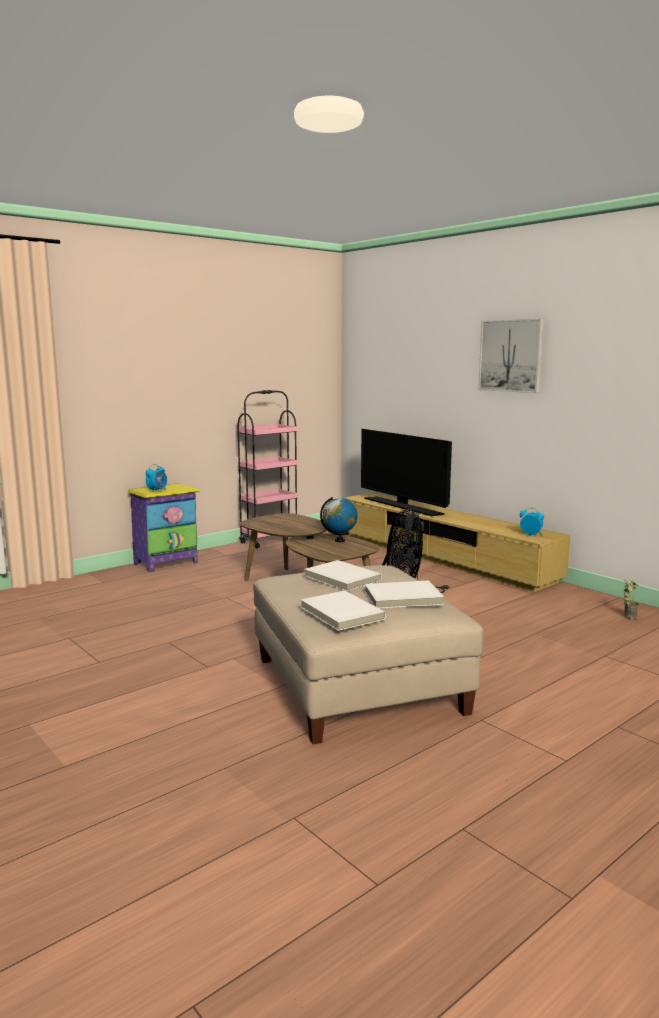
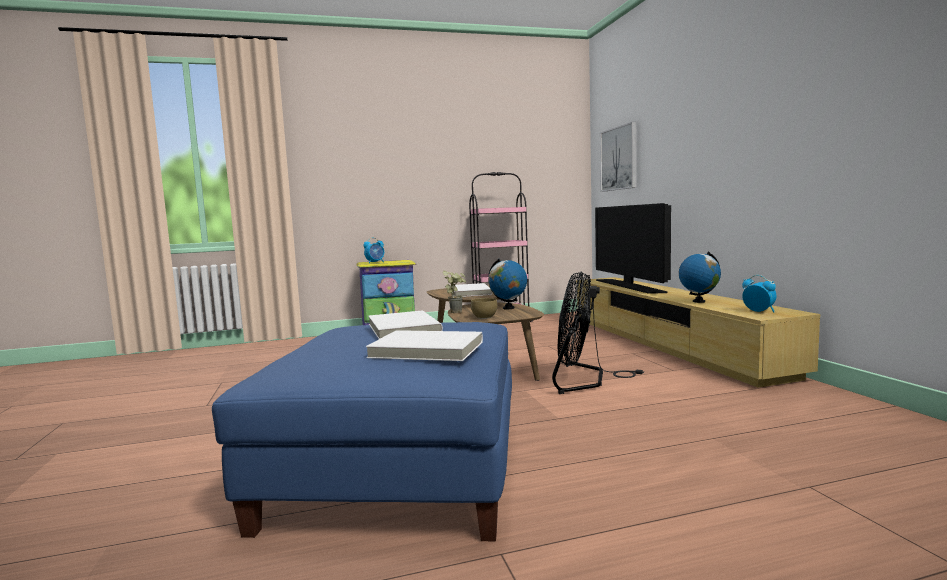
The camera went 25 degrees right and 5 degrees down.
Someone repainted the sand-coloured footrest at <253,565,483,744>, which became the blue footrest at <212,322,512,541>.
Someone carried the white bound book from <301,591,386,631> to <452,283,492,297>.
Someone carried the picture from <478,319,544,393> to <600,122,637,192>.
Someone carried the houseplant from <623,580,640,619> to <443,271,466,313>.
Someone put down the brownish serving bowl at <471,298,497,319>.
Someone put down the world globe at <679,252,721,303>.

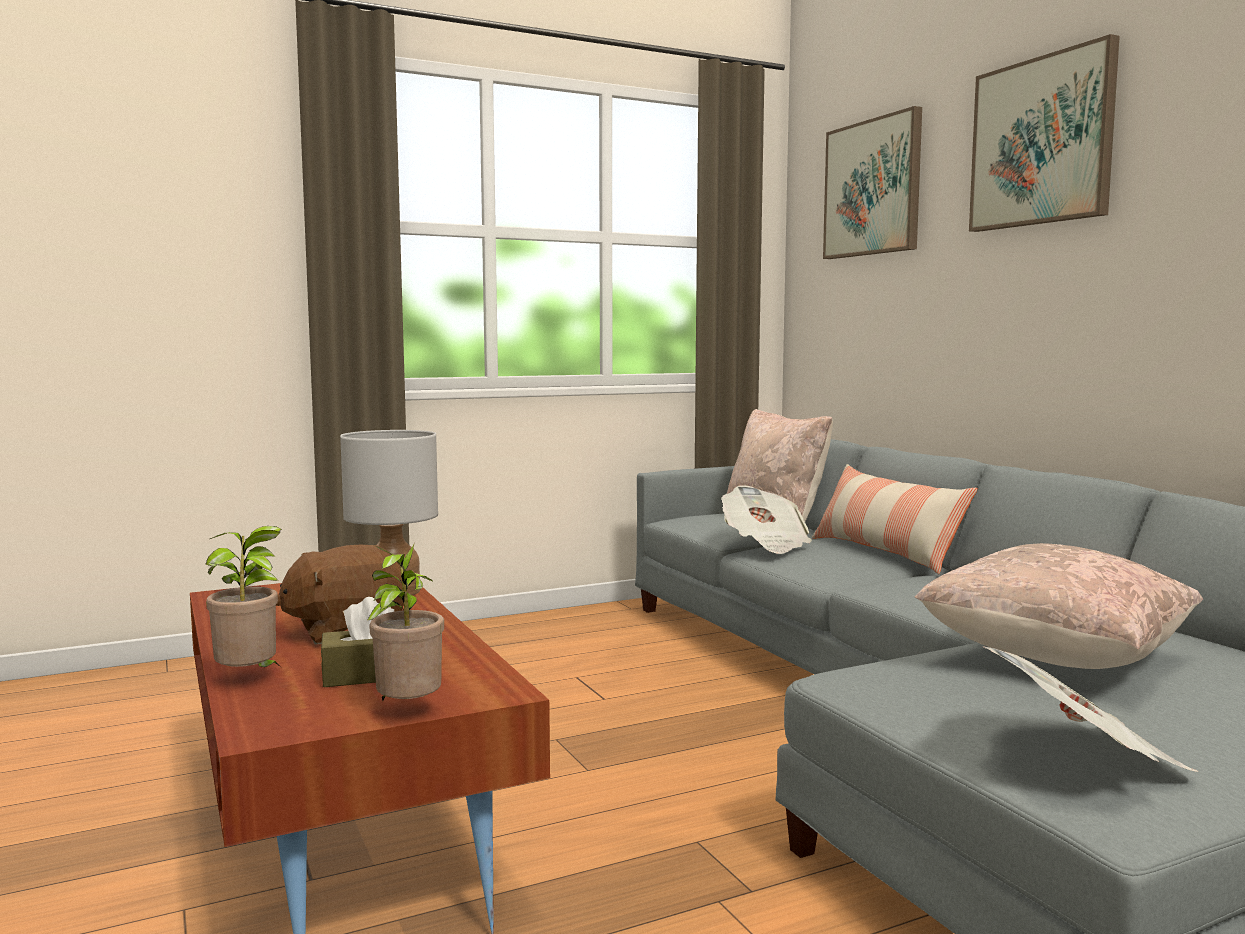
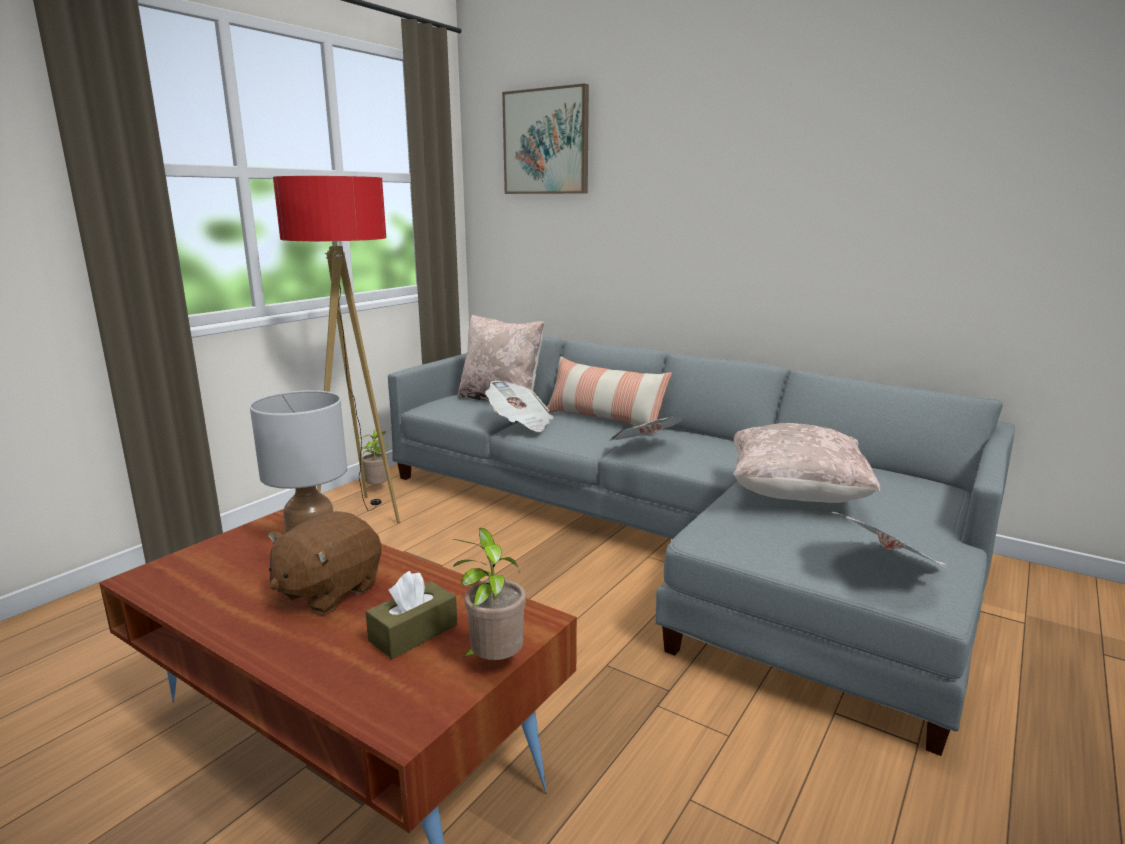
The camera went 30 degrees left and 10 degrees up.
Someone carried the houseplant from <205,526,282,668> to <360,430,388,484>.
Someone took away the picture at <969,34,1120,232>.
Someone put down the floor lamp at <273,176,400,523>.
Someone put down the newspaper at <610,416,685,440>.

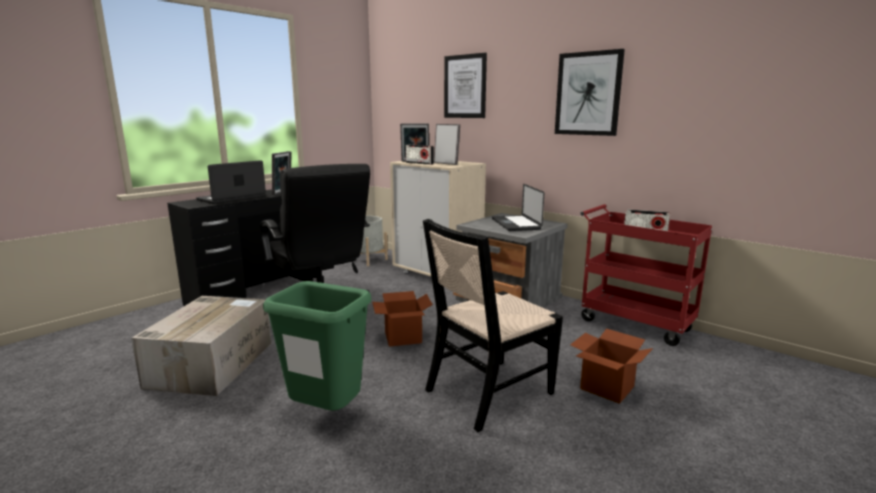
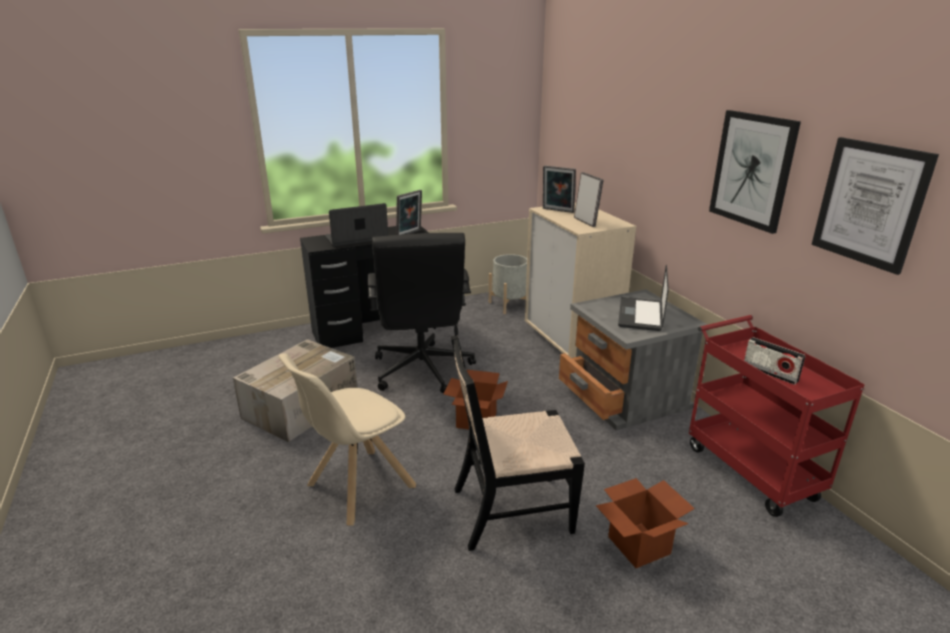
The camera went 25 degrees right and 10 degrees up.
Someone swapped the greenish trash can at <263,281,371,411> for the sand-coloured upright chair at <279,353,416,525>.
Someone took away the radio receiver at <406,145,434,165>.
Someone carried the picture from <444,53,487,118> to <812,137,939,275>.

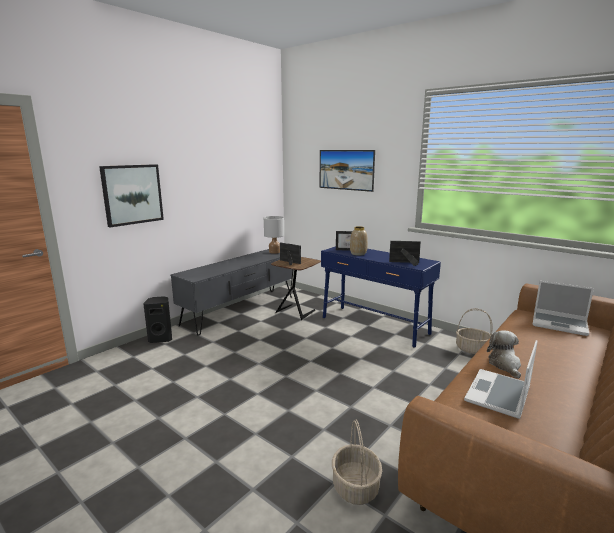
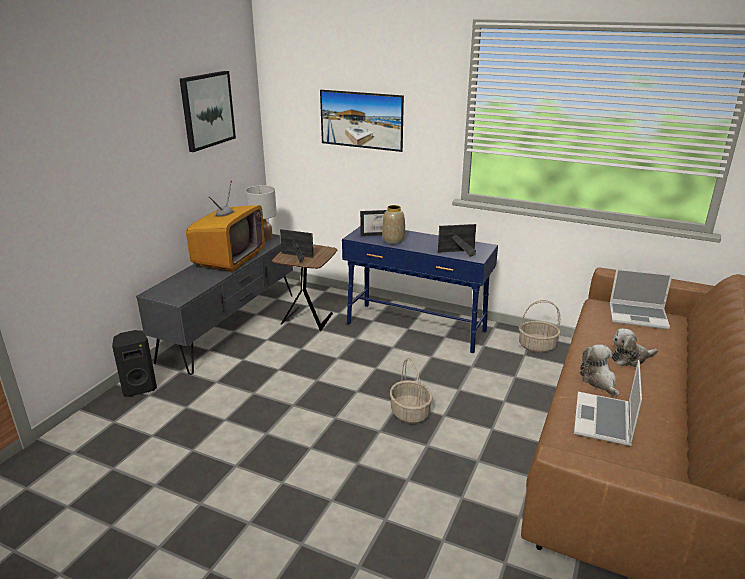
The camera went 15 degrees left and 10 degrees up.
Someone carried the picture from <99,164,164,227> to <180,71,236,152>.
Someone carried the storage basket from <332,420,382,505> to <390,358,432,424>.
Someone put down the TV set at <186,181,265,272>.
Someone put down the soft toy at <612,328,658,367>.

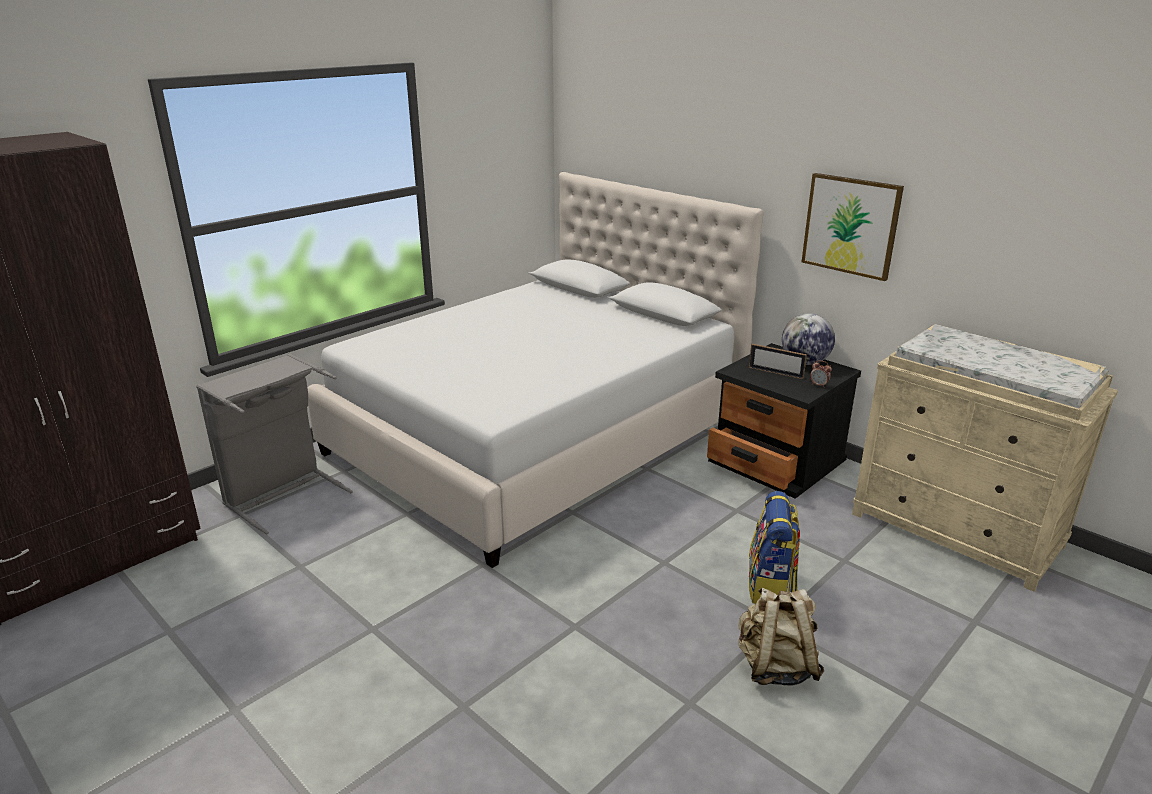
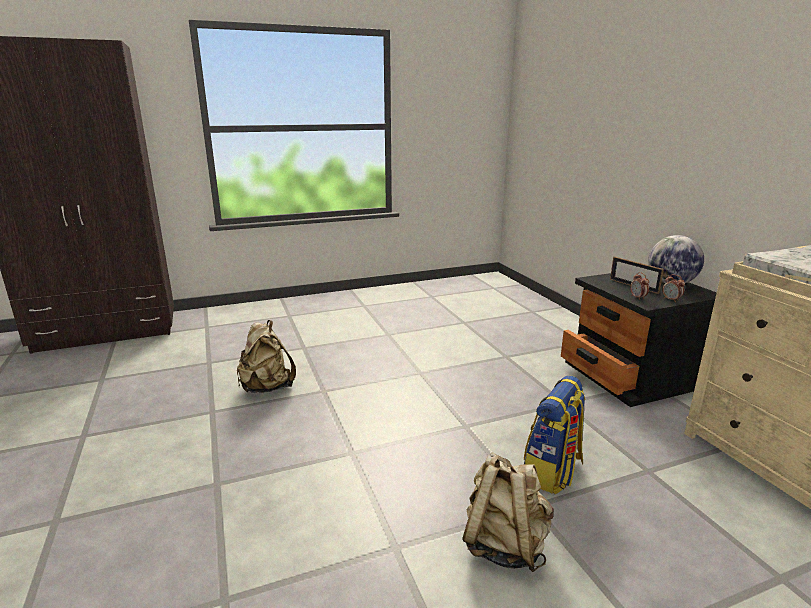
The camera went 25 degrees right and 5 degrees down.
Someone took away the grey hamper at <196,354,353,535>.
Someone took away the white bed at <307,172,763,568>.
Someone took away the picture at <802,173,904,281>.
Someone put down the sand-coloured rucksack at <237,320,296,393>.
Someone put down the table clock at <630,272,649,300>.

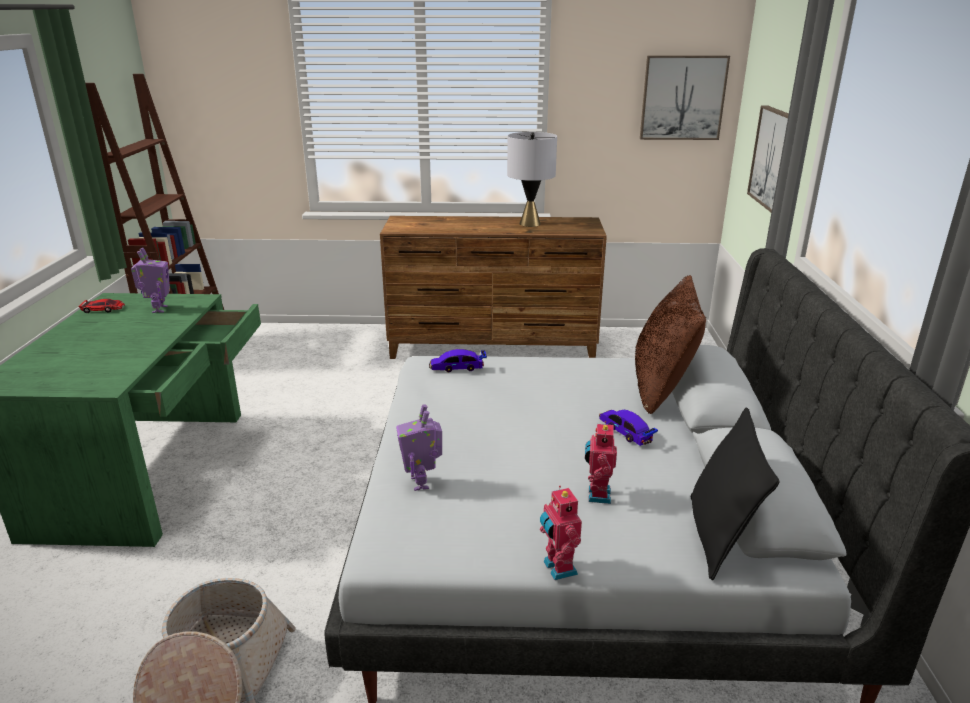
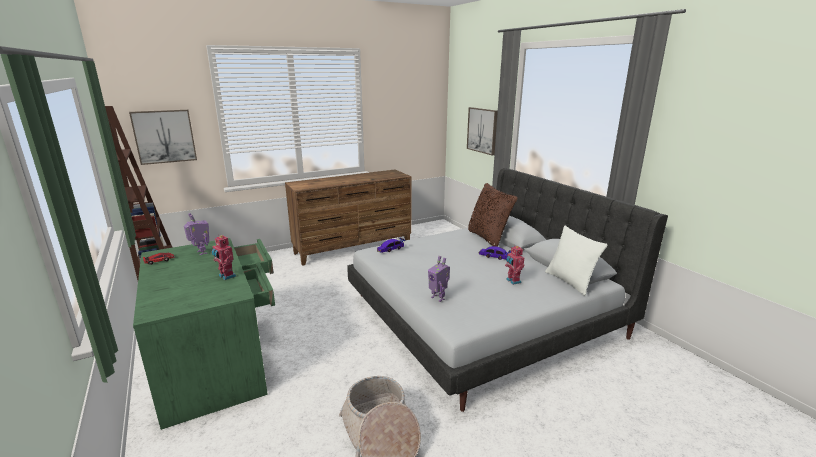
The camera went 30 degrees left and 5 degrees down.
Someone took away the grey tabletop lamp at <507,132,557,227>.
Someone carried the model robot from <540,486,582,580> to <212,235,236,280>.
Someone carried the picture from <640,55,730,140> to <129,110,197,165>.
Someone repainted the black throw pillow at <691,407,780,580>, which became the white throw pillow at <545,226,607,296>.

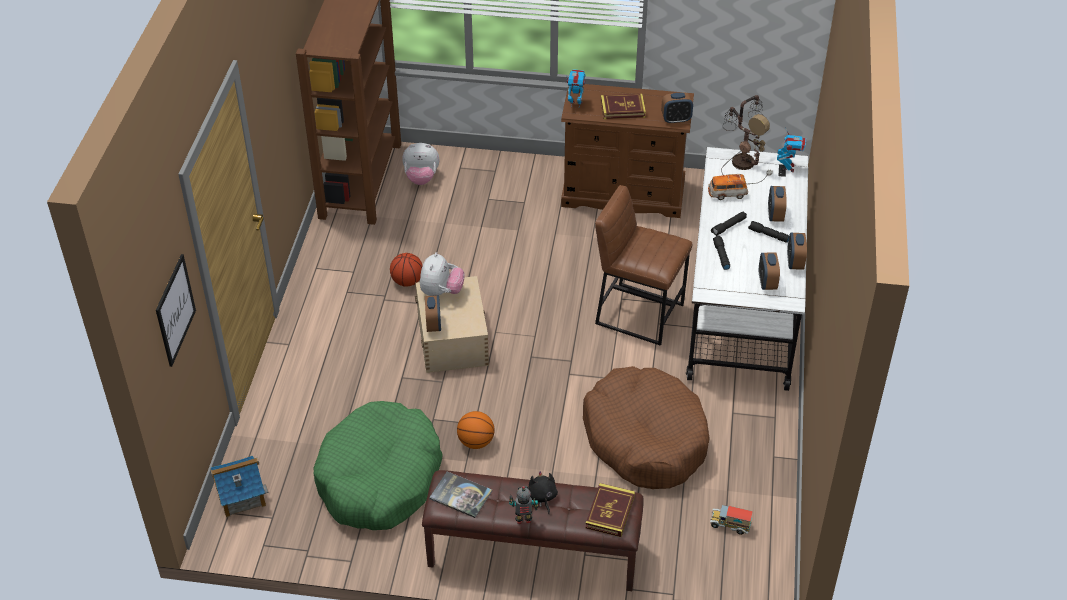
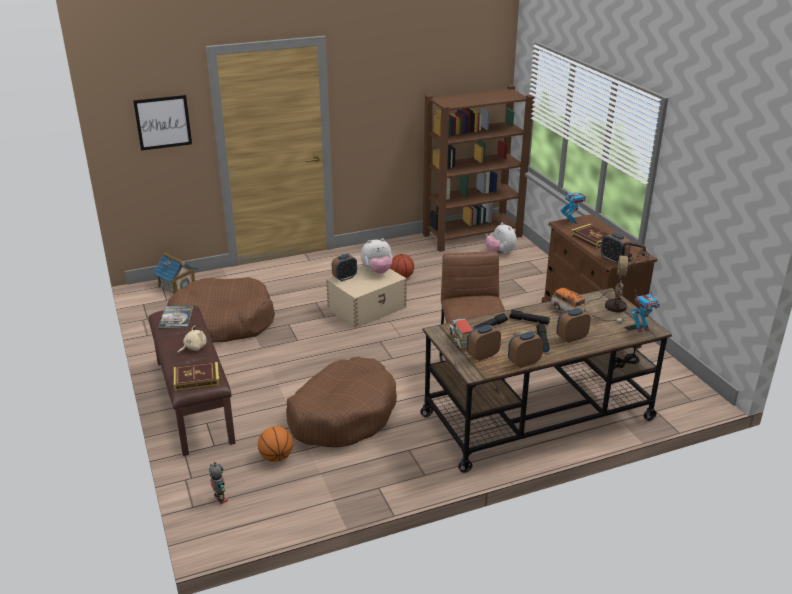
The camera went 60 degrees right and 15 degrees down.
Someone repainted the greenish dog bed at <313,401,443,530>, which became the brownish dog bed at <167,277,275,342>.
Someone carried the basketball from <457,411,495,449> to <258,426,293,462>.
Someone carried the model robot from <509,486,538,524> to <209,462,228,504>.
Someone repainted the black soft toy at <528,471,558,514>, which became the sand-coloured soft toy at <177,326,207,354>.
Someone repainted the white desk table at <686,147,808,391>, which became the brownish desk table at <420,288,672,473>.
Someone carried the model truck from <710,505,753,535> to <449,319,472,348>.

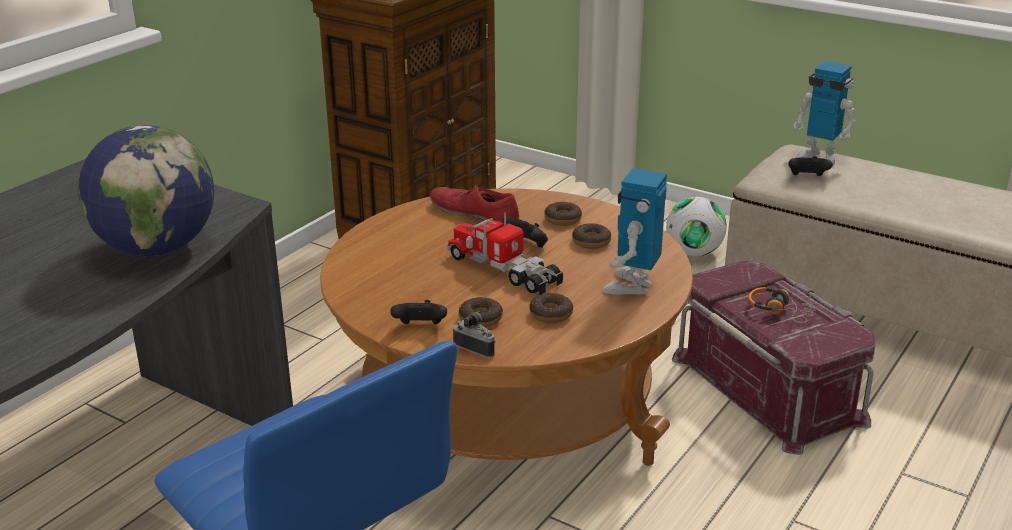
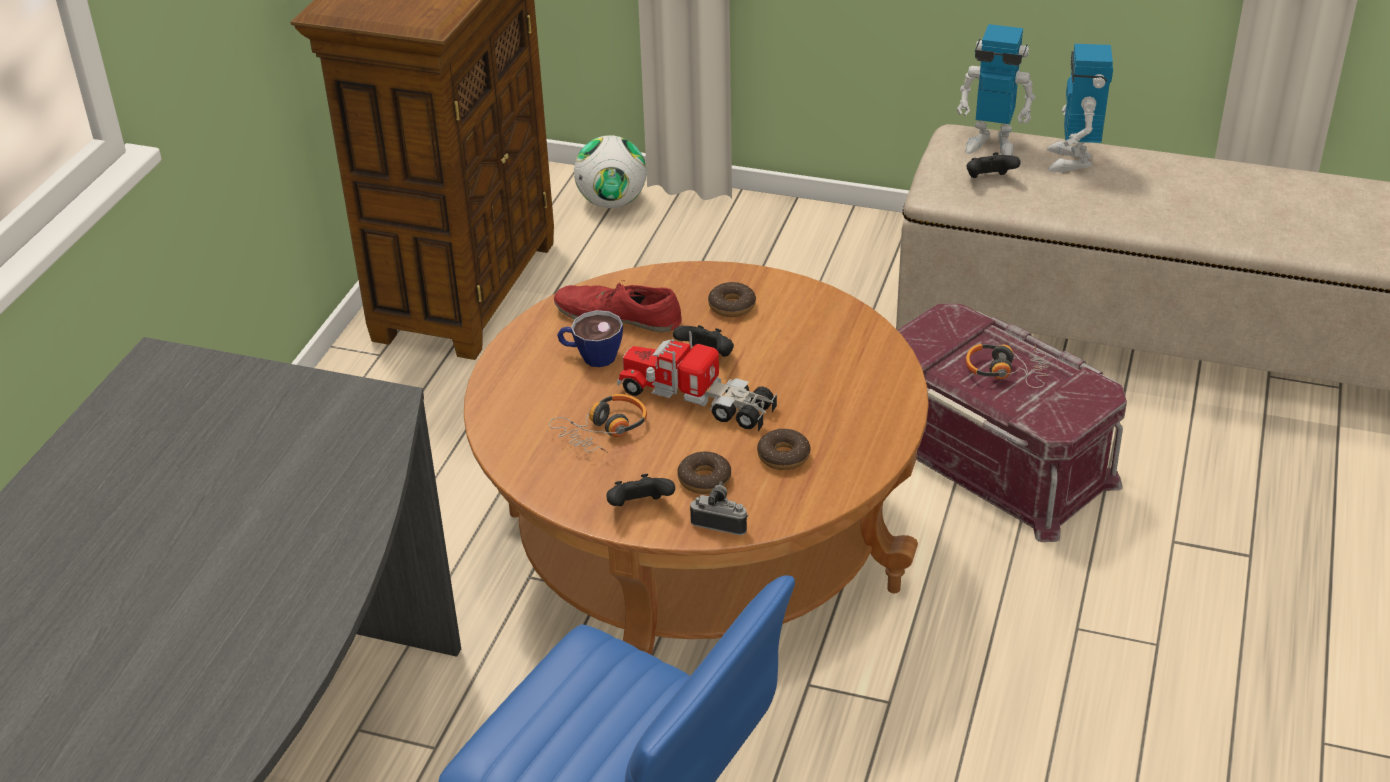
The camera went 15 degrees left and 10 degrees up.
Someone took away the world globe at <78,125,214,256>.
Someone took away the ring doughnut at <572,223,611,249>.
Someone carried the model robot from <601,168,667,295> to <1047,44,1113,172>.
Someone carried the football from <666,197,727,256> to <574,135,646,208>.
Someone put down the pair of headphones at <549,394,647,453>.
Someone put down the small cup at <557,310,623,367>.

